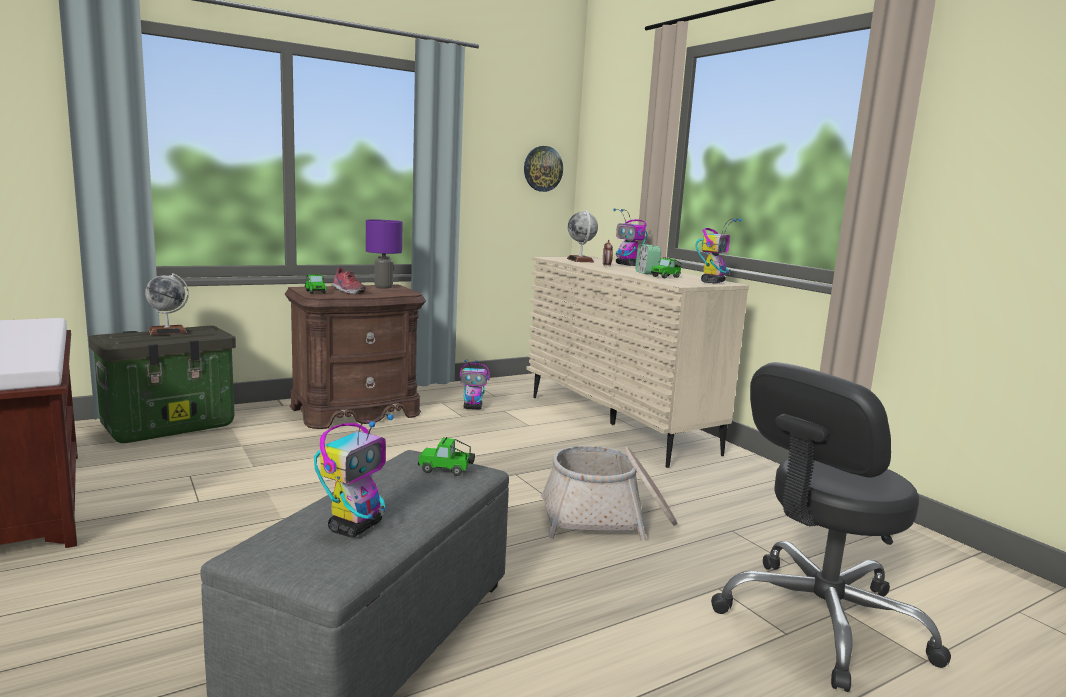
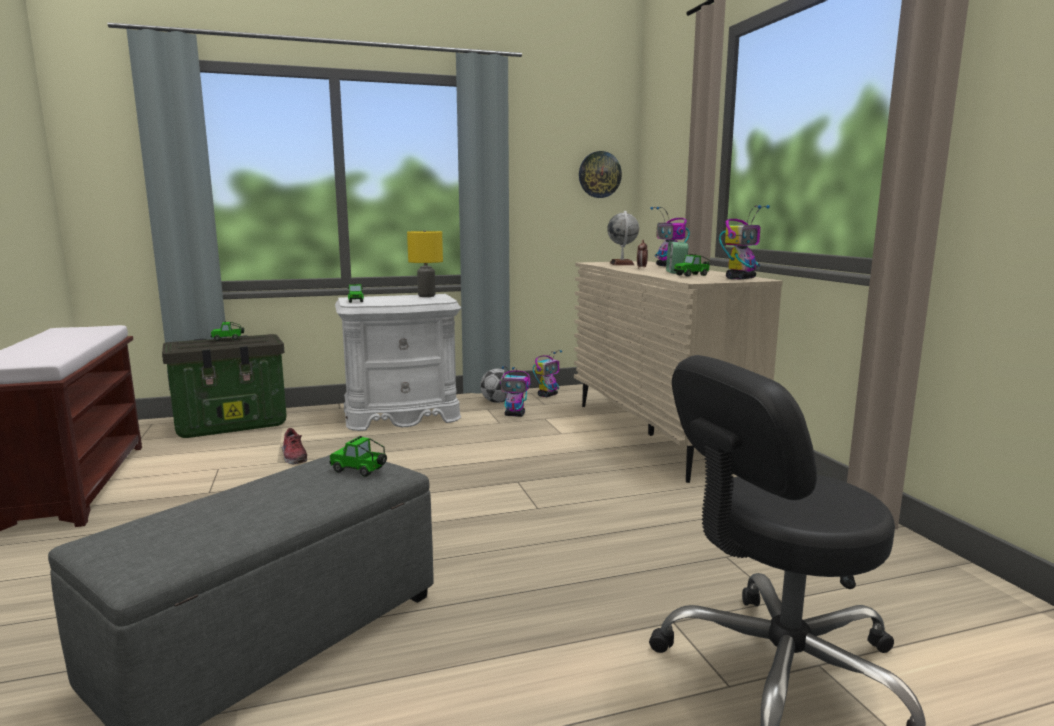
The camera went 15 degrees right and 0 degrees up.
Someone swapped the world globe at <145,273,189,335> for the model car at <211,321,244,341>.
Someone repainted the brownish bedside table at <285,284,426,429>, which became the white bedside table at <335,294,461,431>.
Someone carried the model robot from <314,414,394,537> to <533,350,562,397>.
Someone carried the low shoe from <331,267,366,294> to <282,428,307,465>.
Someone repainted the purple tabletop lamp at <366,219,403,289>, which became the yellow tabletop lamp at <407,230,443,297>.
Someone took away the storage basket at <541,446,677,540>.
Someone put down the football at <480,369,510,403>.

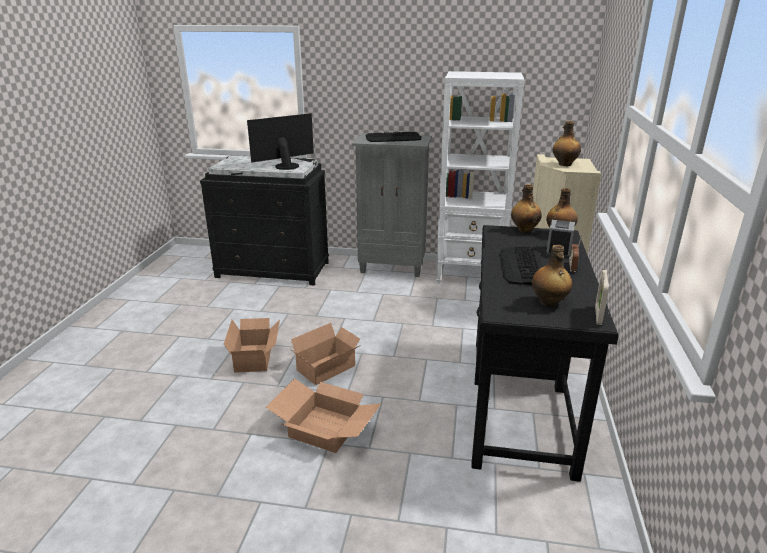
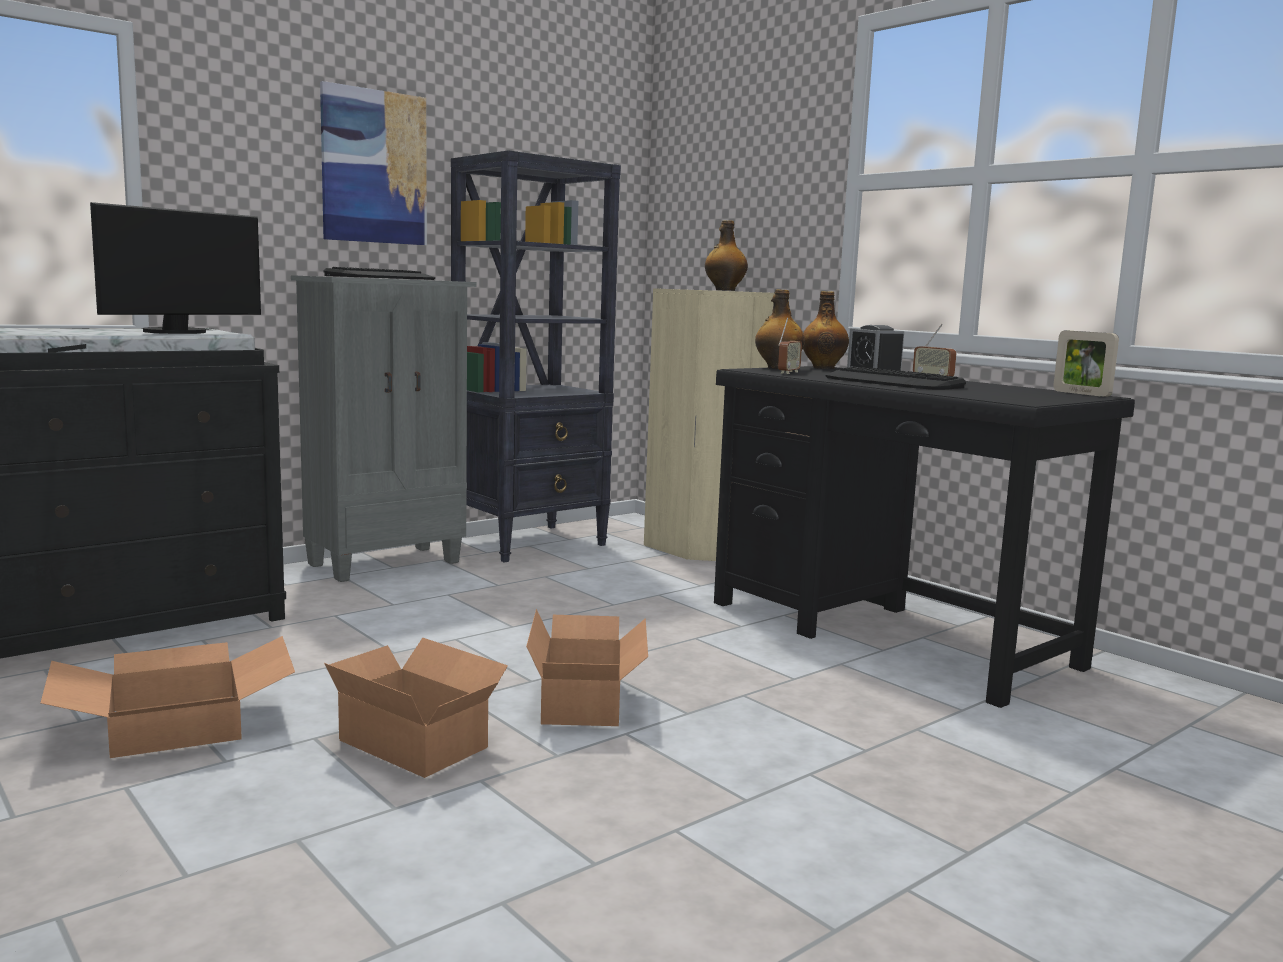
The camera went 50 degrees left and 15 degrees down.
Someone rotated the computer screen at <247,113,314,170> by 150 degrees counterclockwise.
Someone carried the cardboard box from <266,378,381,453> to <41,636,295,758>.
Someone repainted the white shelving unit at <436,71,525,284>, which became the black shelving unit at <451,150,621,562>.
Someone took away the bottle at <532,245,572,307>.
Someone put up the picture at <320,81,427,245>.
Someone put down the radio receiver at <778,318,802,374>.

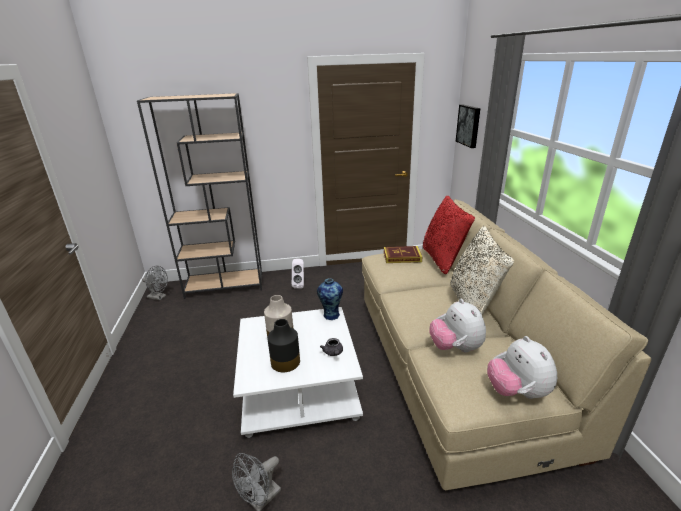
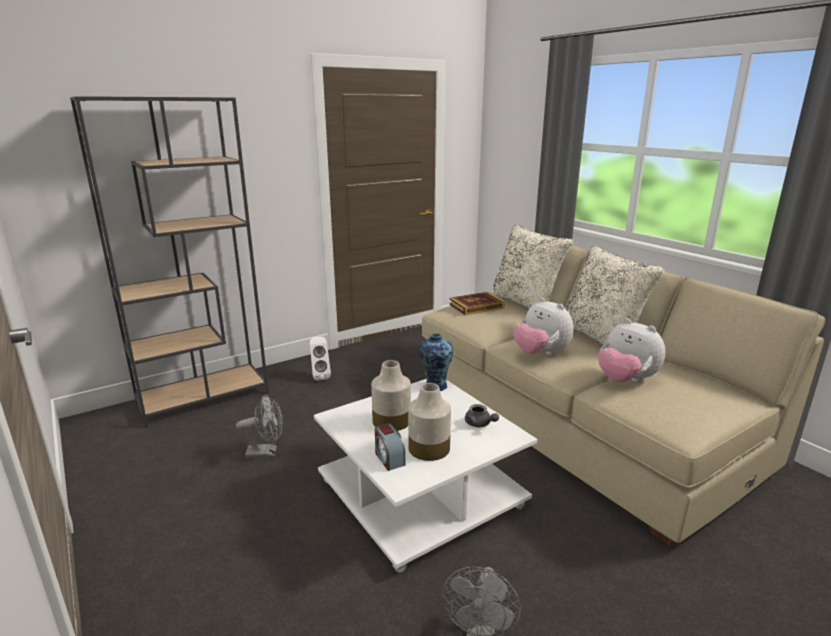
The camera went 25 degrees left and 5 degrees down.
Someone carried the grey fan from <142,266,168,300> to <236,395,283,458>.
Someone repainted the black flower vase at <267,319,300,372>, which became the sand-coloured flower vase at <408,383,451,461>.
Someone repainted the red throw pillow at <423,196,475,275>, which became the sand-coloured throw pillow at <492,225,573,309>.
Someone took away the picture at <456,105,480,148>.
Someone carried the soft toy from <487,336,557,399> to <514,298,573,356>.
Someone put down the table clock at <375,423,405,471>.

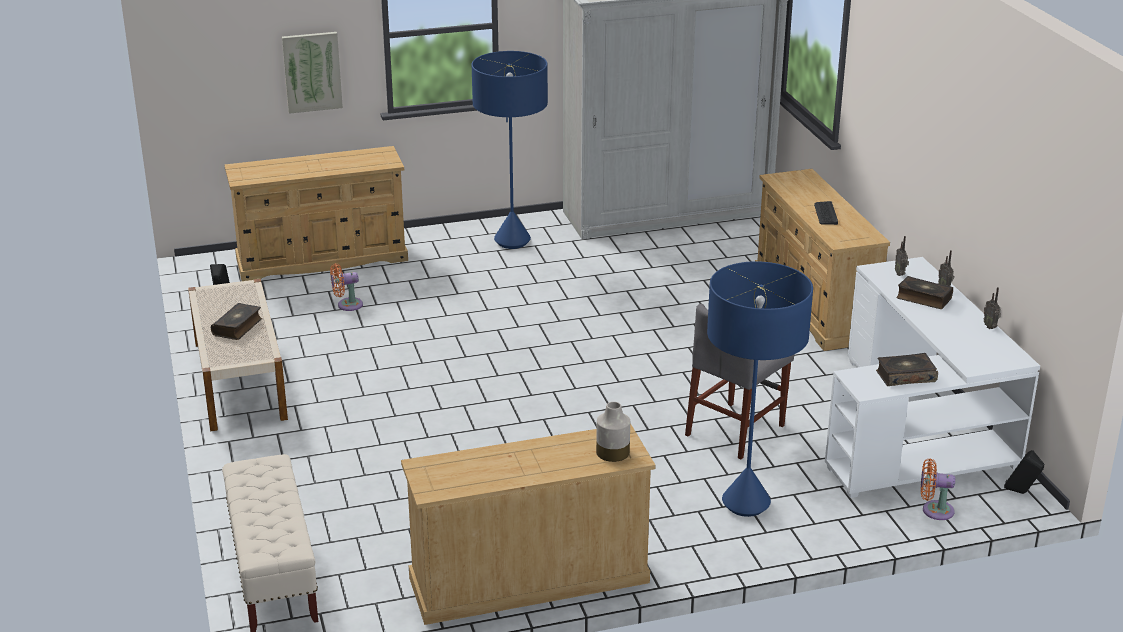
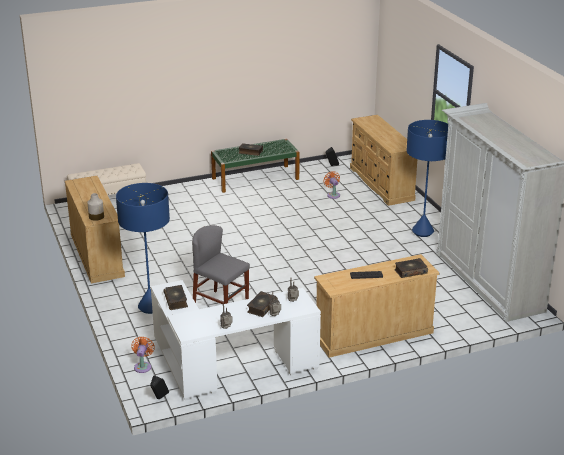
The camera went 85 degrees right and 0 degrees up.
Someone repainted the sand-coloured bench at <188,279,288,431>, which became the greenish bench at <211,139,300,193>.
Someone took away the picture at <282,32,343,114>.
Someone put down the bound book at <394,258,428,278>.

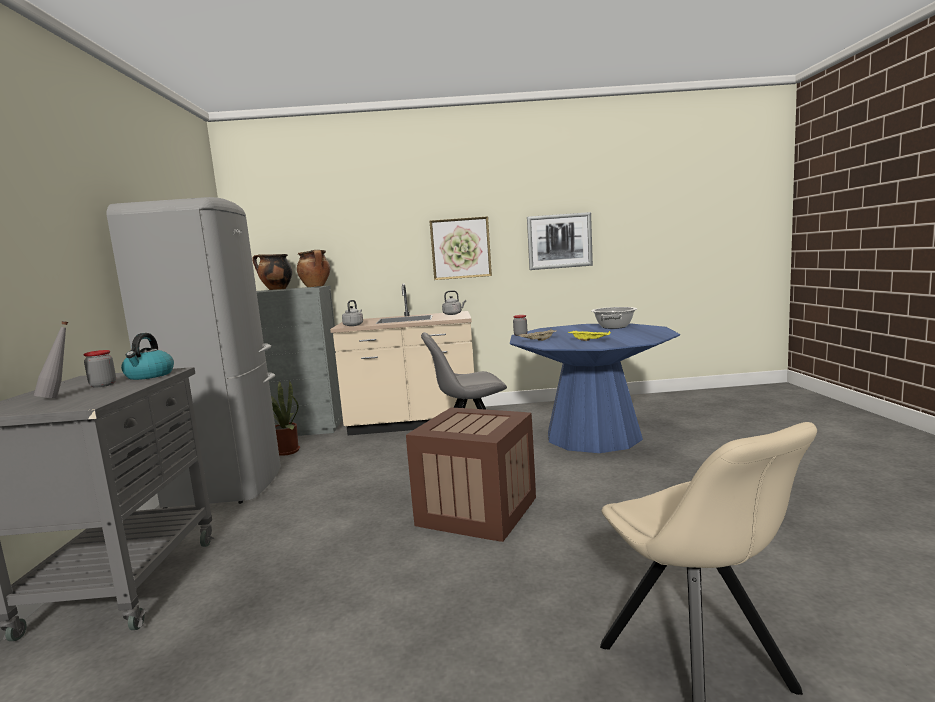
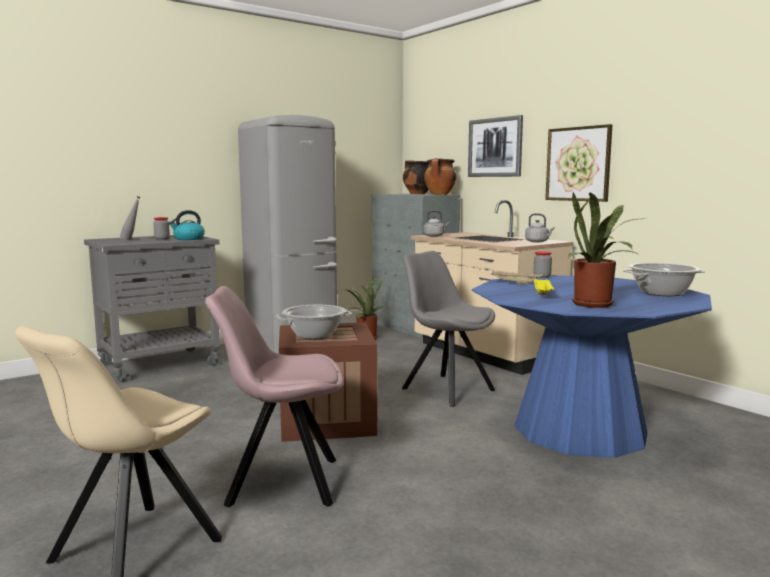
The camera went 55 degrees right and 0 degrees up.
Someone carried the picture from <527,212,593,270> to <468,115,523,177>.
Someone put down the pinkish upright chair at <205,286,344,507>.
Someone put down the saucepot at <276,305,352,339>.
Someone put down the houseplant at <568,191,637,308>.

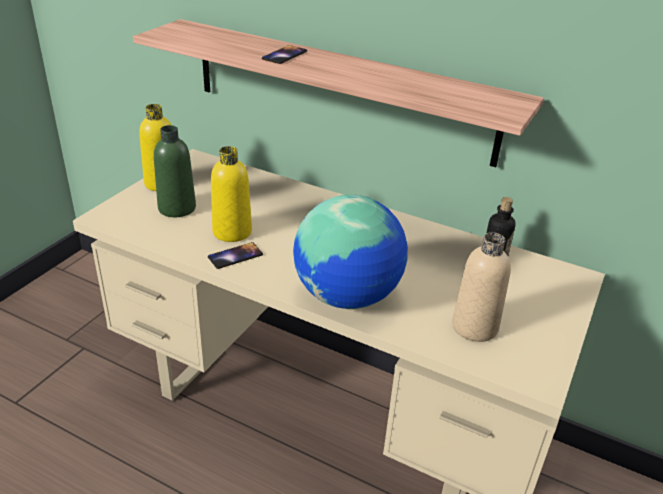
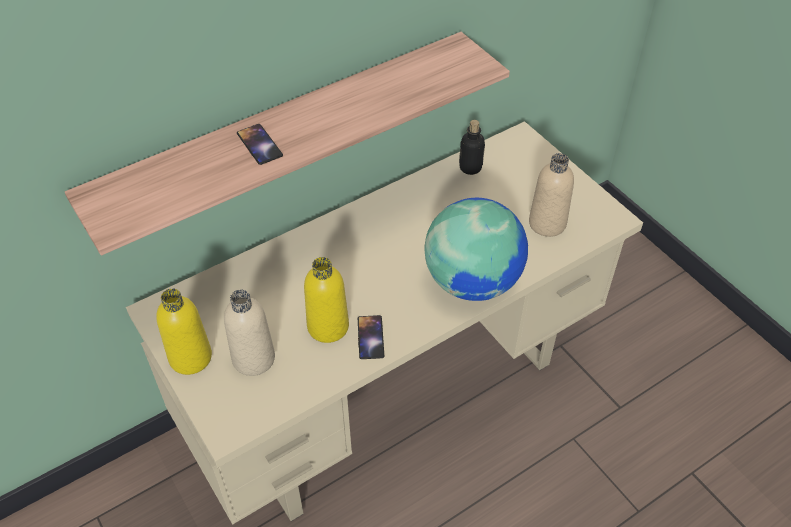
The camera went 60 degrees left and 15 degrees up.
Someone repainted the greenish bottle at <154,125,196,217>, which became the sand-coloured bottle at <224,289,275,376>.

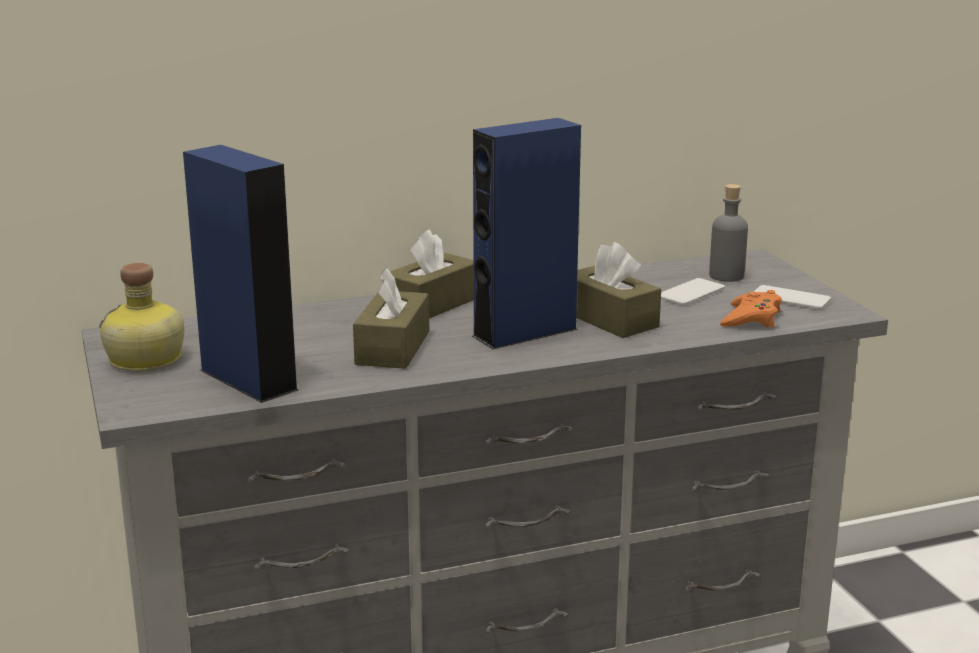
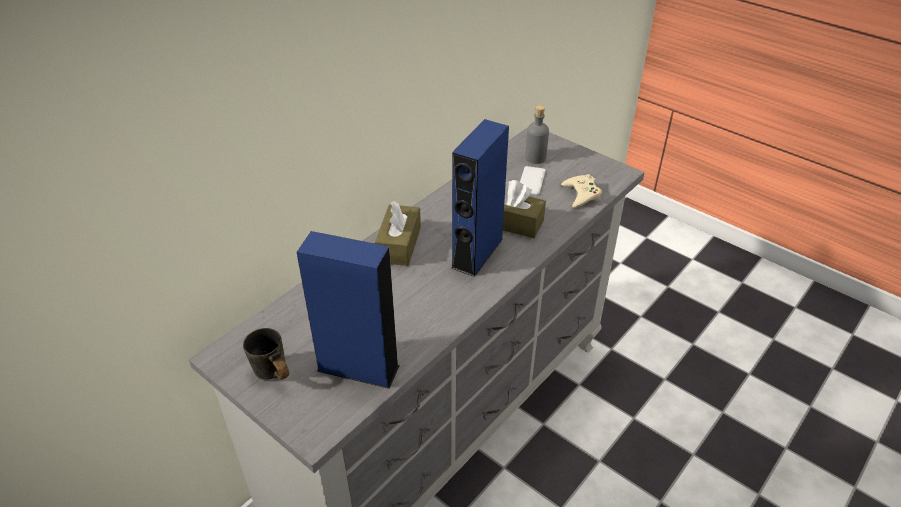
The camera went 30 degrees left and 20 degrees up.
Someone swapped the bottle at <99,263,184,372> for the grey mug at <243,328,289,380>.
Someone took away the brownish box of tissues at <353,267,429,369>.
Someone repainted the orange-coloured joypad at <720,290,782,328>, which became the sand-coloured joypad at <561,174,602,208>.
Someone took away the telephone at <754,285,831,309>.

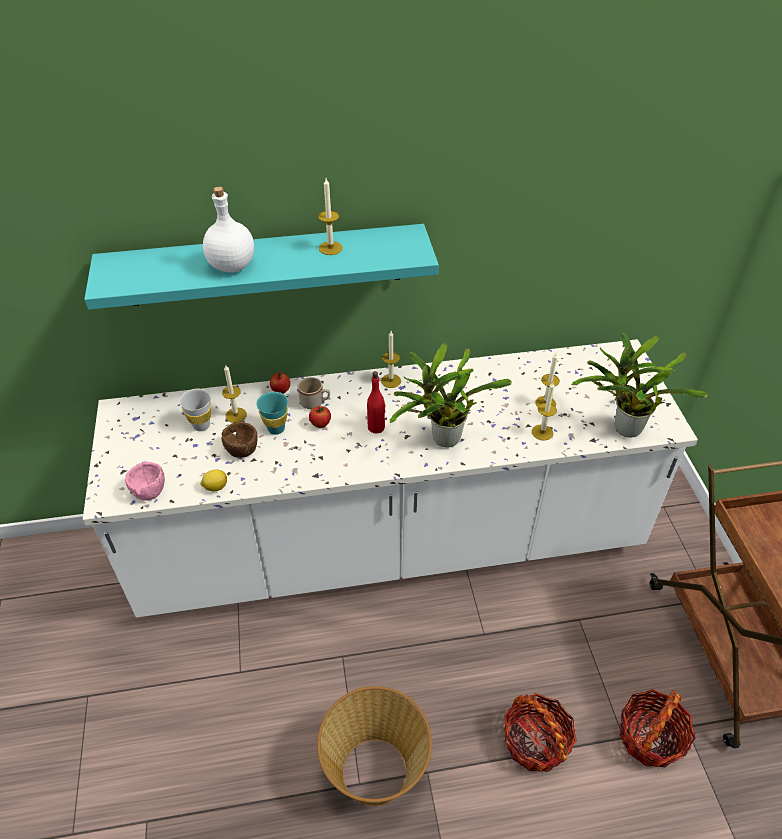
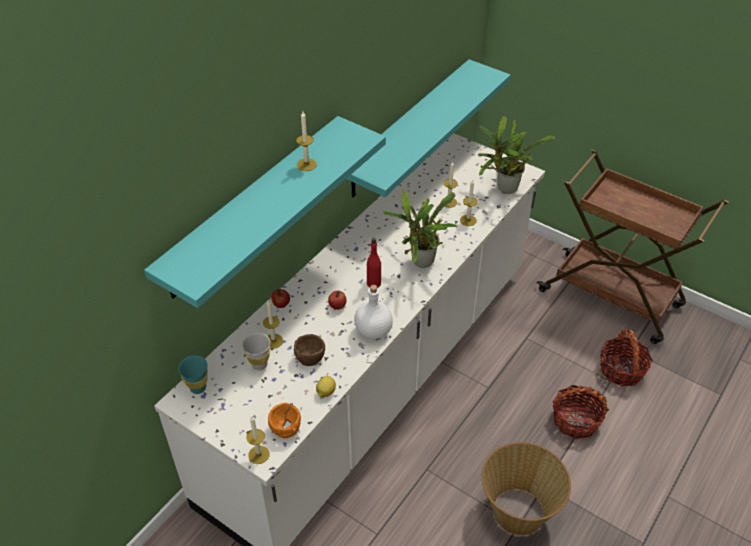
The camera went 45 degrees left and 0 degrees up.
Someone repainted the pinkish serving bowl at <125,462,165,501>, which became the orange-coloured serving bowl at <268,403,301,438>.
Someone carried the white bottle from <203,186,254,273> to <354,285,393,340>.
Someone carried the turquoise small cup from <256,392,288,435> to <178,355,208,394>.
Someone took away the sand-coloured mug at <298,377,330,409>.
Someone carried the wax light from <381,331,401,388> to <246,415,270,464>.
Someone put up the turquoise bracket shelf at <347,59,510,197>.

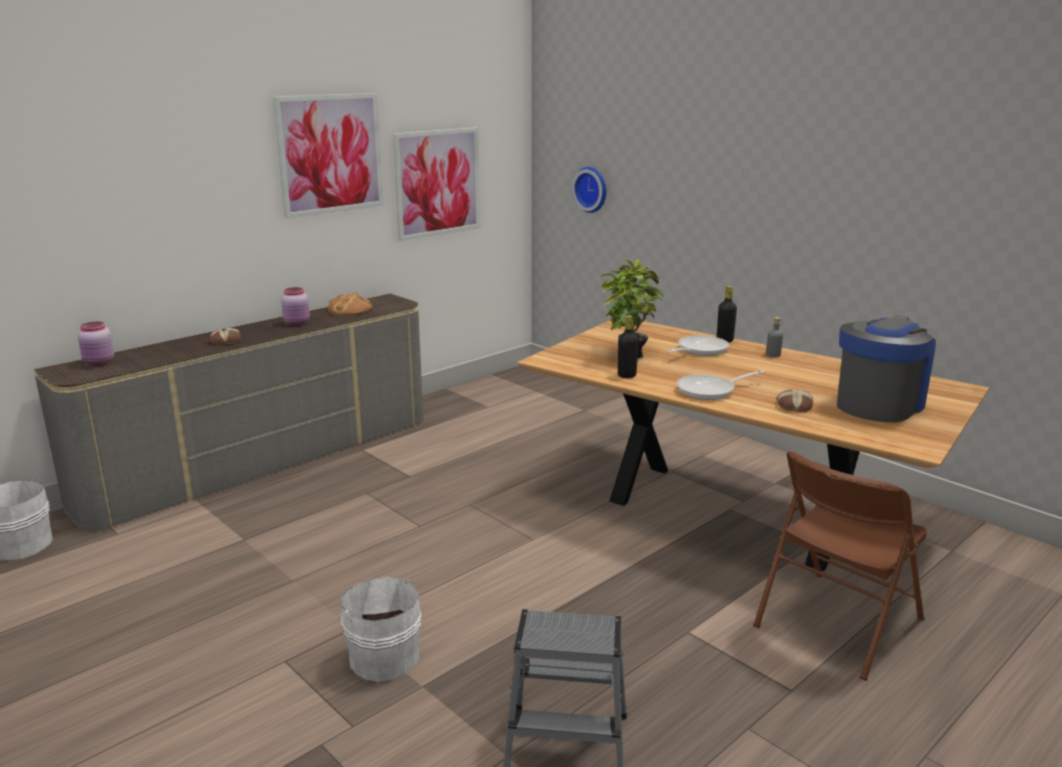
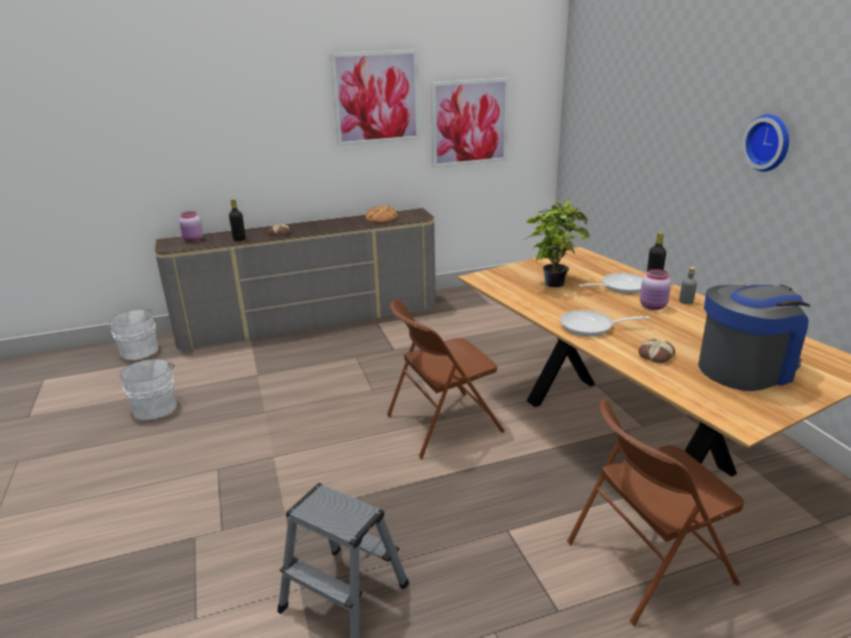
The camera went 25 degrees right and 5 degrees up.
Someone carried the pinkish storage jar from <281,287,310,326> to <640,269,671,310>.
Someone carried the white water bucket from <334,577,422,682> to <118,359,177,420>.
Someone carried the wall clock from <572,167,606,213> to <742,114,789,172>.
Someone carried the black bottle from <618,315,639,378> to <229,199,245,241>.
Someone put down the brownish upright chair at <387,299,504,459>.

